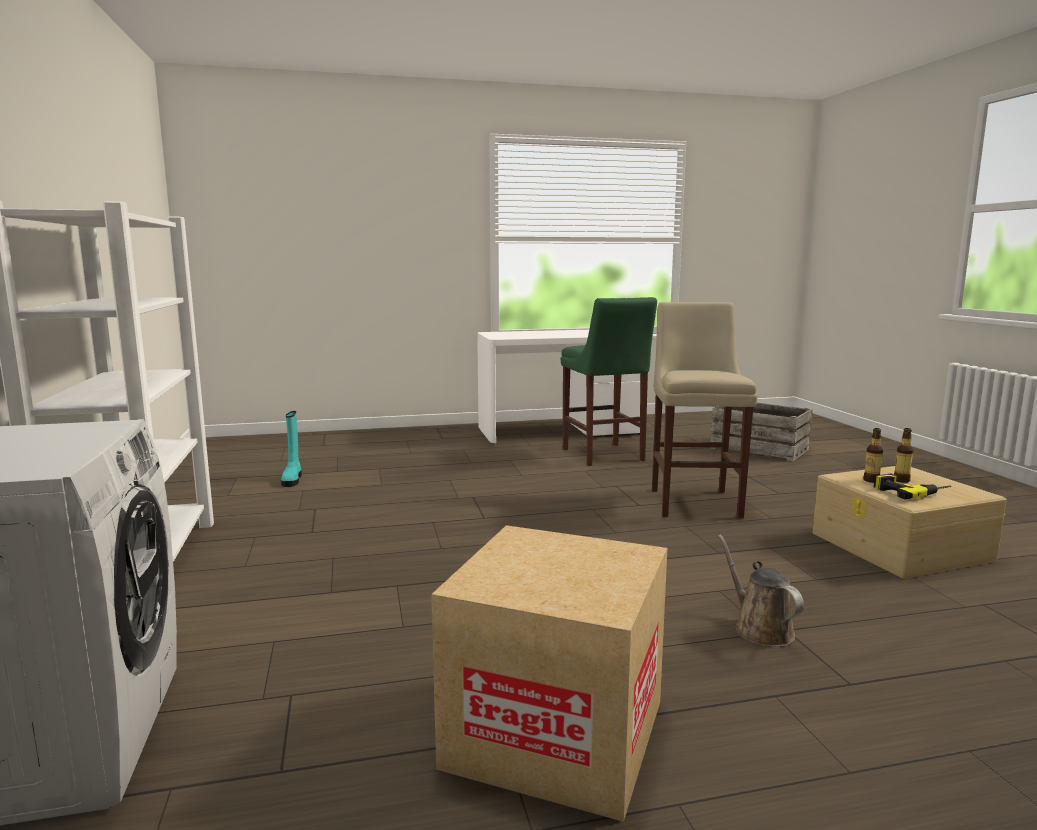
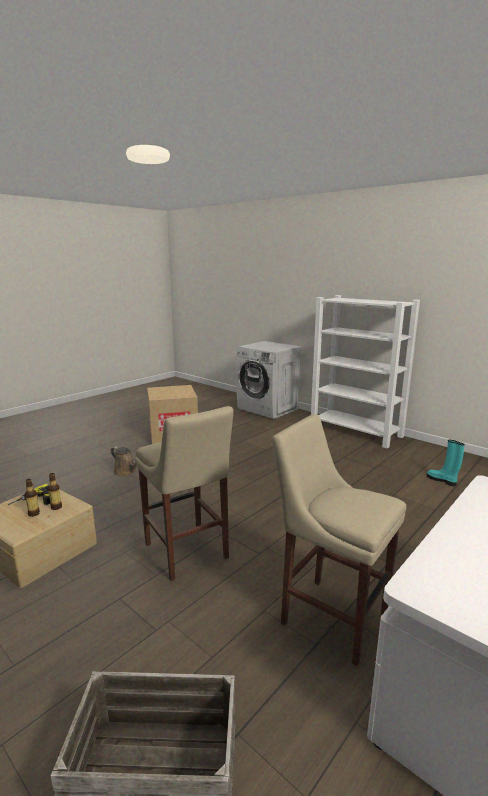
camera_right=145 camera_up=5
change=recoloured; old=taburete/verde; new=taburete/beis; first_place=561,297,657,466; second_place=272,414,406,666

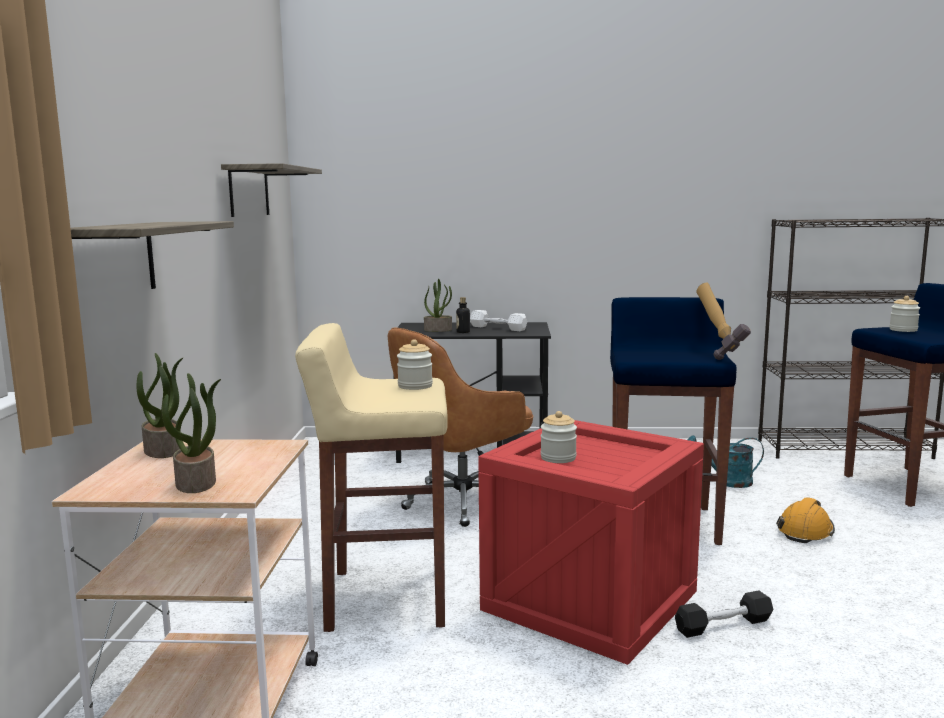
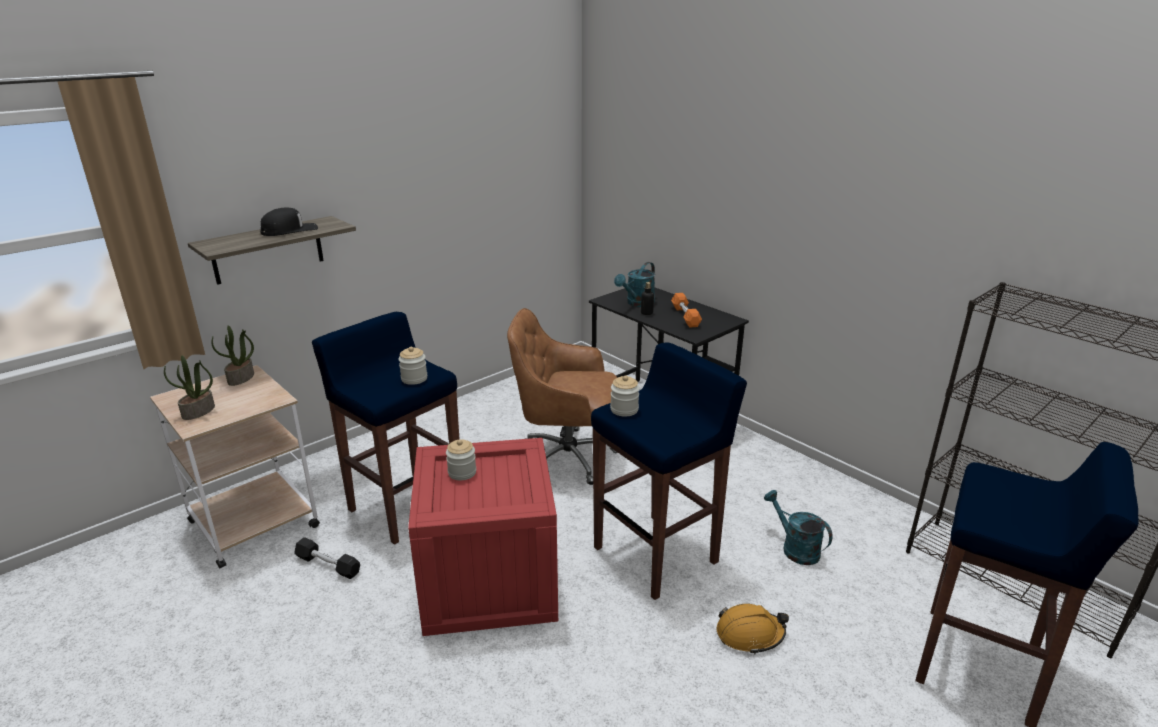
camera_right=45 camera_up=15
change=added; new=gorra/negro; second_place=260,208,318,236
change=moved; old=mancuerna/negro; first_place=675,590,773,638; second_place=294,537,360,579
change=recoloured; old=taburete/beis; new=taburete/azul; first_place=295,323,448,632; second_place=312,312,459,545
change=moved; old=tarro; first_place=889,296,920,332; second_place=610,375,640,416
change=replaced; old=planta en maceta; new=regadera/turquesa; first_place=424,279,452,332; second_place=614,262,655,307
change=recoloured; old=mancuerna/blanco; new=mancuerna/naranja; first_place=470,310,527,331; second_place=671,293,702,328
change=removed; old=estante; first_place=221,163,322,217
change=removed; old=martillo; first_place=696,283,751,360

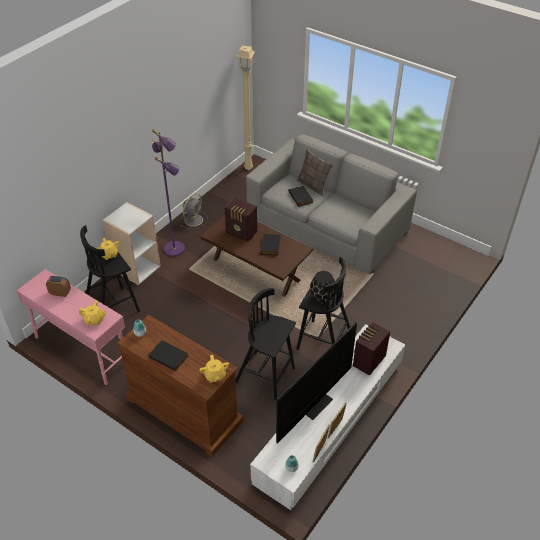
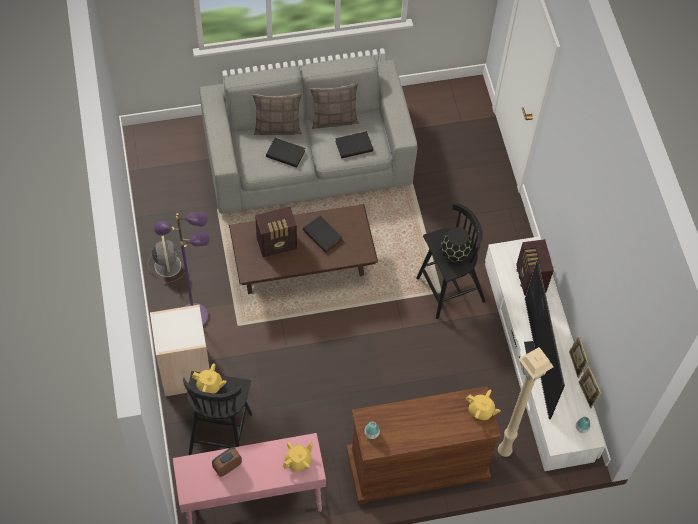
camera_right=-50 camera_up=15
change=added; new=cojín; second_place=310,83,359,129
change=moved; old=libro/negro; first_place=148,340,188,371; second_place=335,131,373,158
change=moved; old=lámpara de pie/beis; first_place=236,46,255,170; second_place=498,347,554,457
change=removed; old=taburete/negro; first_place=235,288,296,400

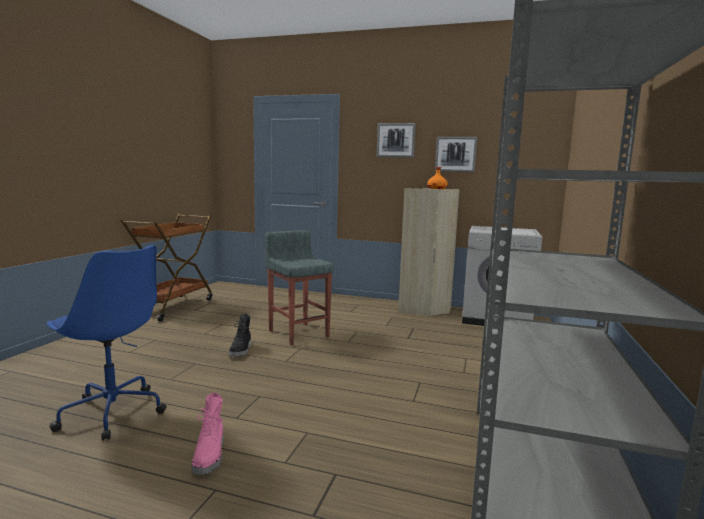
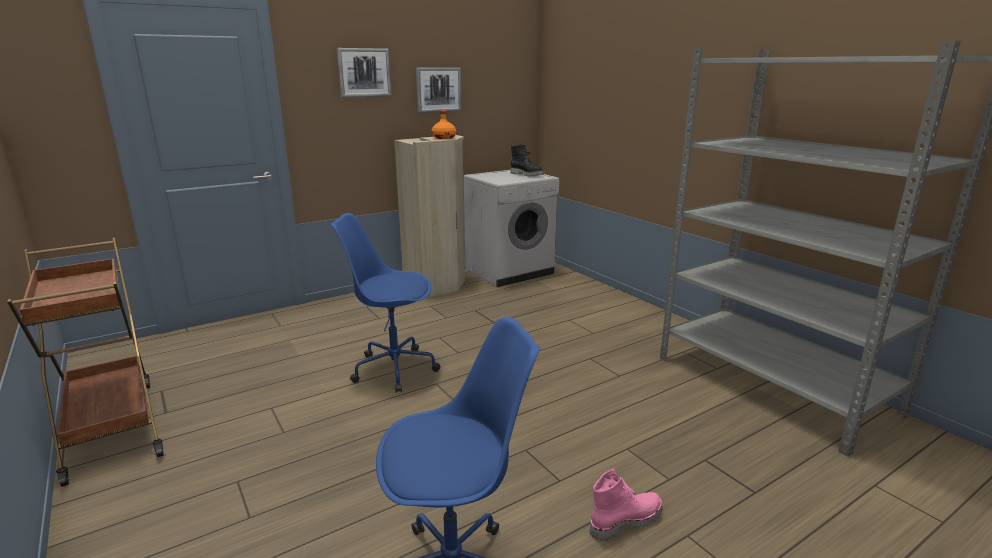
camera_right=-50 camera_up=10
change=replaced; old=taburete/gris; new=silla de oficina/azul; first_place=265,230,334,346; second_place=330,213,441,393
change=moved; old=bota/negro; first_place=229,314,251,356; second_place=511,144,544,177
change=turned; old=bota/rosa; first_place=192,393,223,475; second_place=590,469,663,541; degrees=-60

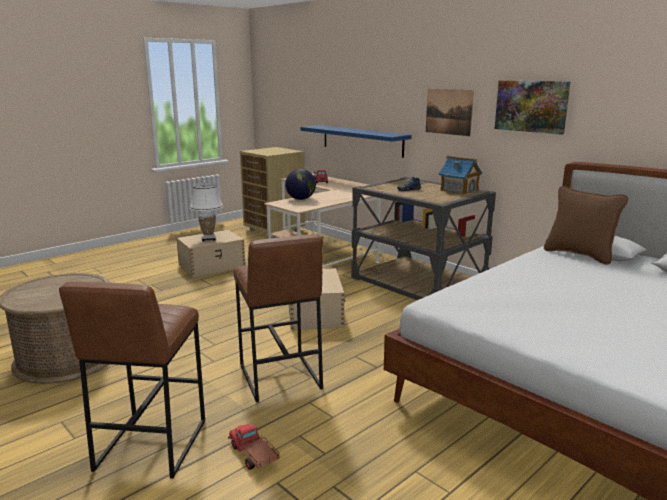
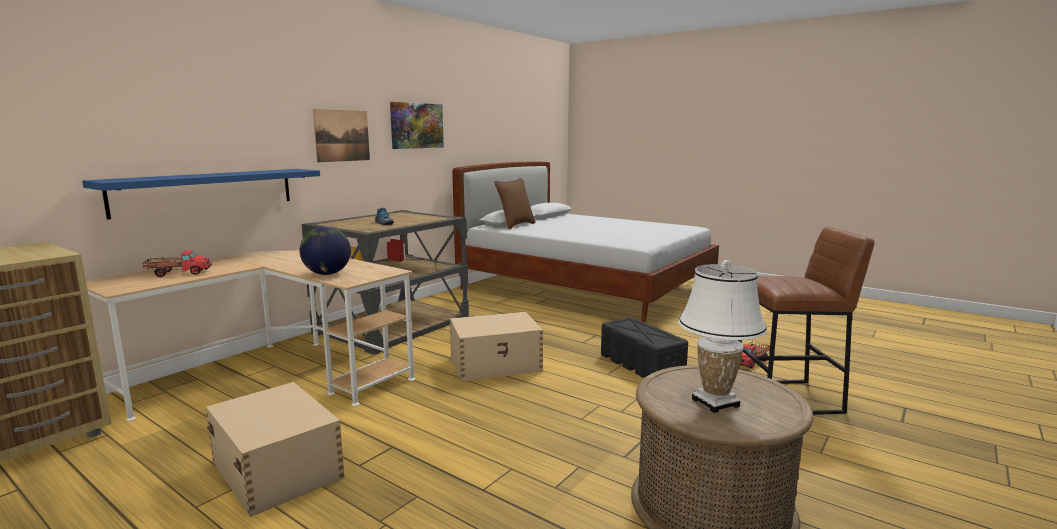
camera_right=-100 camera_up=-5
change=replaced; old=taburete/marrón; new=caja de almacenaje/negro; first_place=234,234,323,403; second_place=601,317,688,378
change=moved; old=lámpara de mesa/blanco; first_place=189,181,223,241; second_place=678,260,767,413
change=removed; old=casita; first_place=438,156,482,195

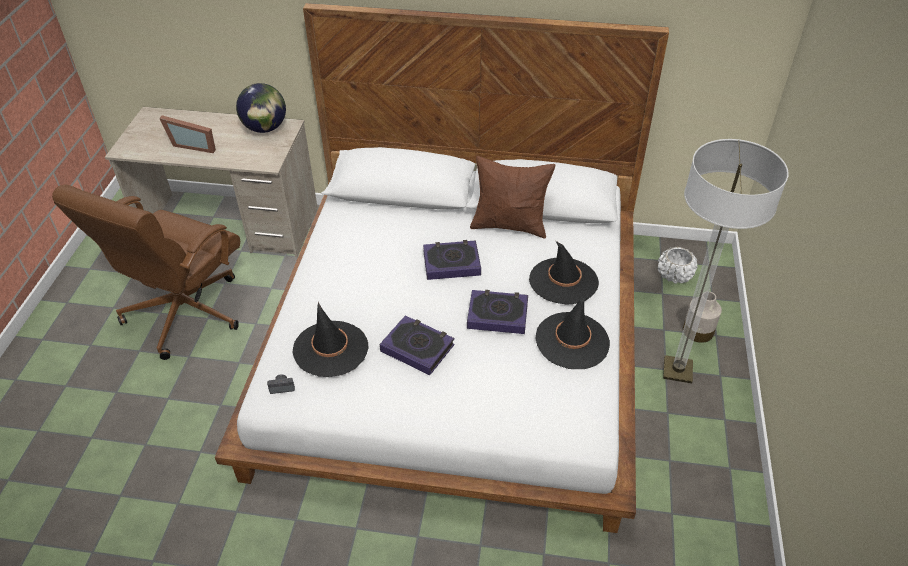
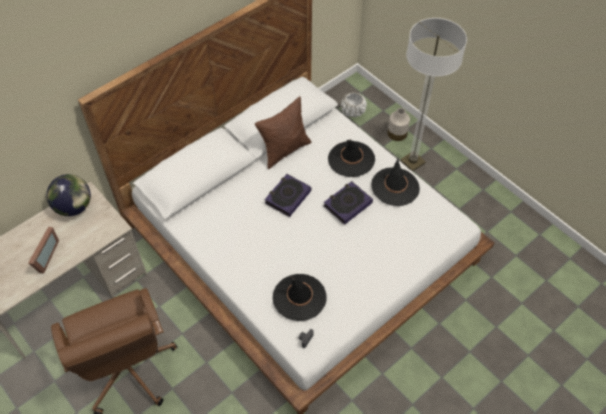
camera_right=-50 camera_up=10
change=turned; old=portarretratos; first_place=159,115,216,153; second_place=28,227,59,274; degrees=-45
change=removed; old=libro; first_place=380,316,455,375

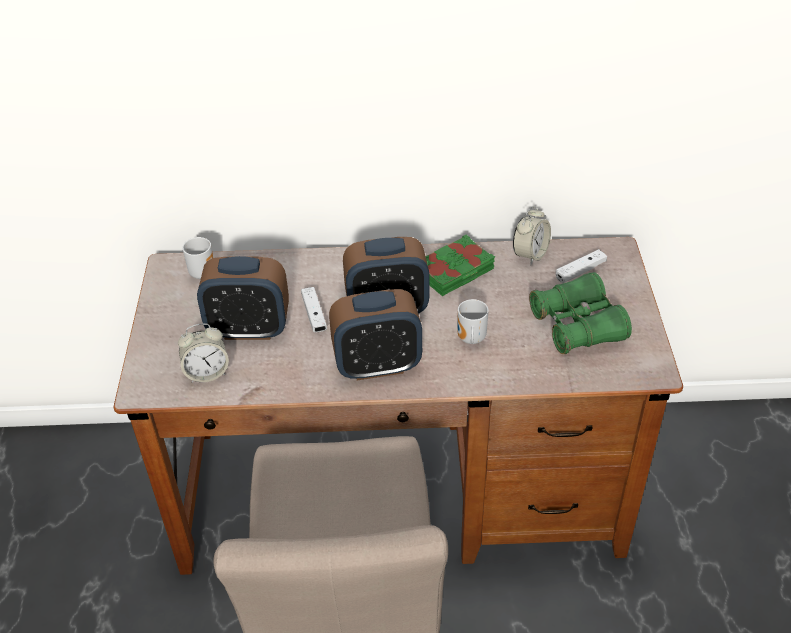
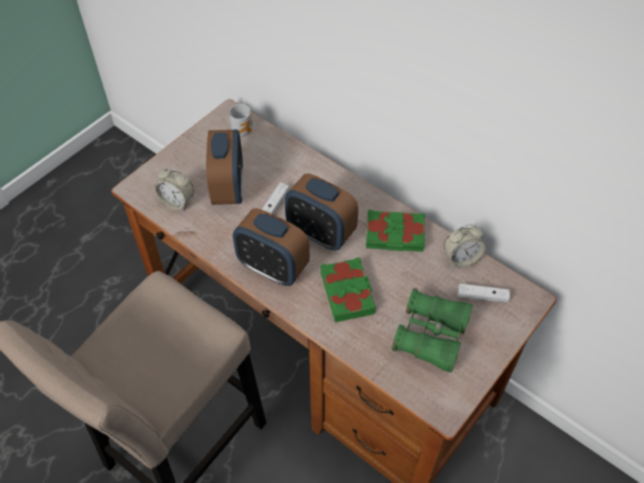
camera_right=40 camera_up=10
change=turned; old=despertador; first_place=197,256,289,340; second_place=206,130,243,205; degrees=-135
change=replaced; old=taza grande; new=libro/verde; first_place=458,299,489,344; second_place=320,257,376,322

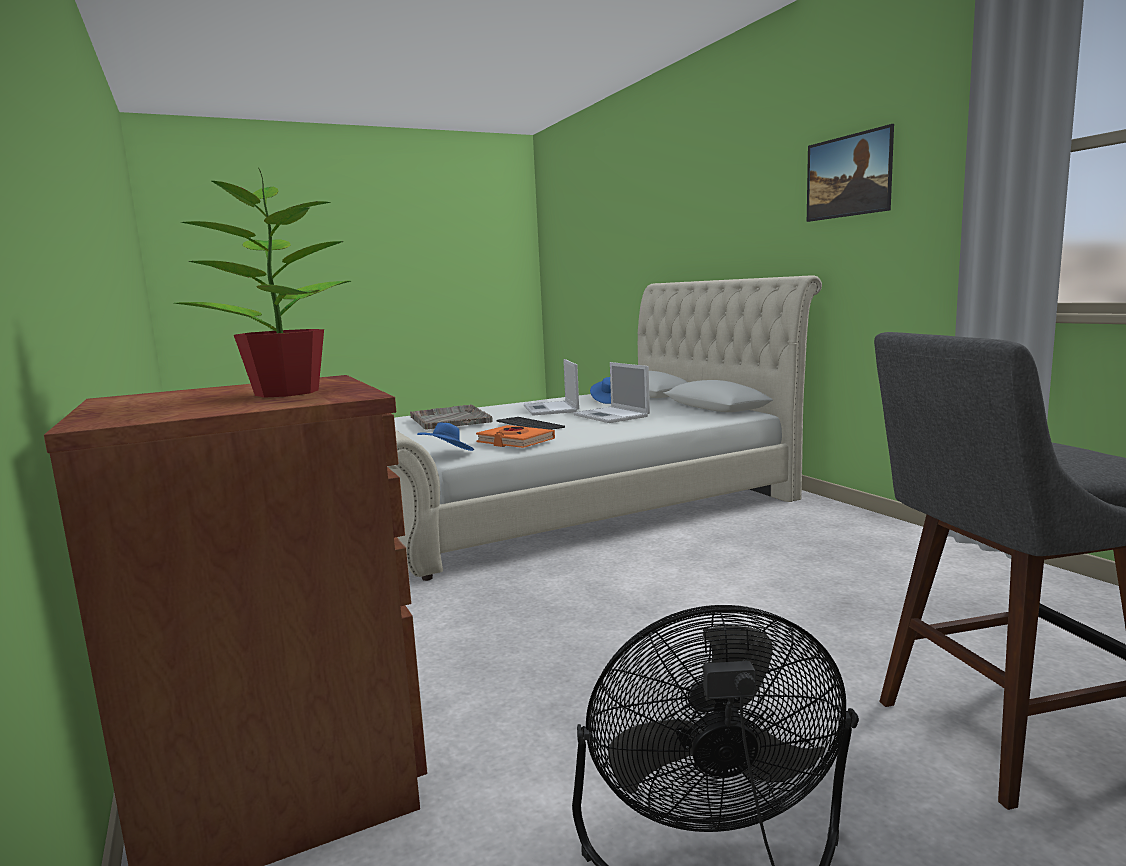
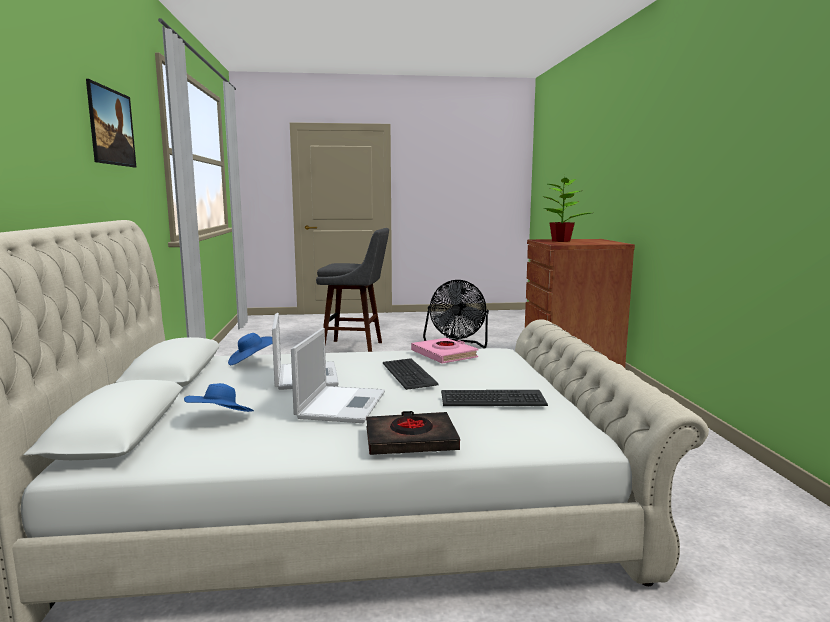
camera_right=-160 camera_up=0
change=moved; old=sombrero/azul; first_place=417,423,474,451; second_place=228,333,273,365
change=added; new=libro/negro; second_place=366,411,460,455
change=recoloured; old=libro/naranja; new=libro/rosa; first_place=476,425,555,448; second_place=411,338,478,363
change=replaced; old=bandeja/gris; new=teclado; first_place=410,404,492,430; second_place=441,390,548,406

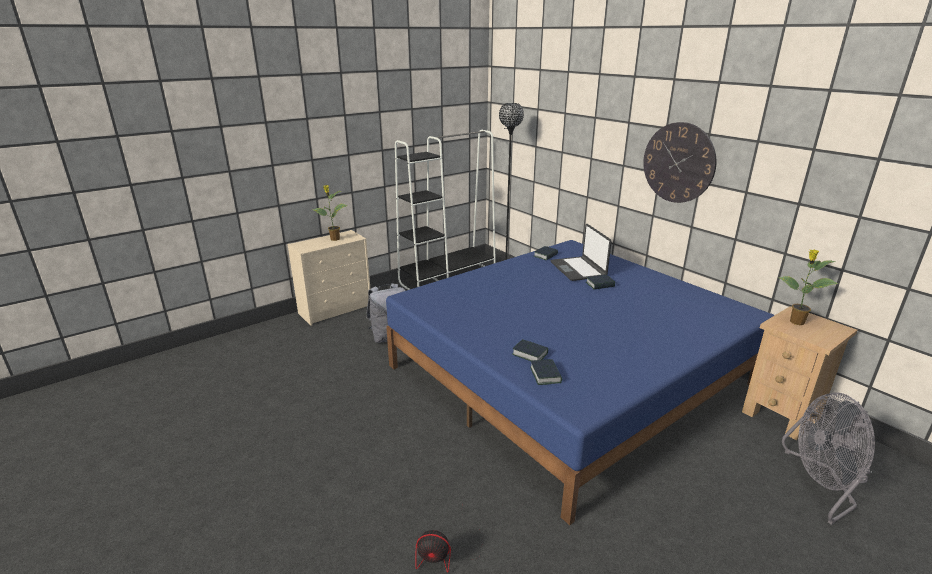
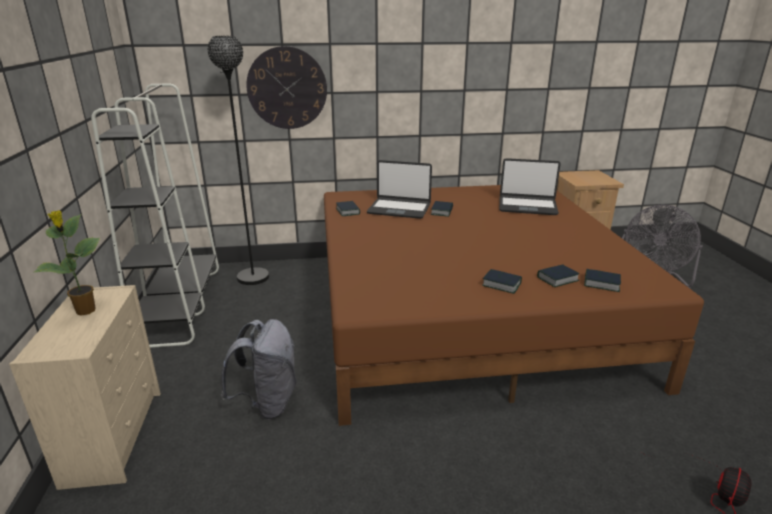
camera_right=-60 camera_up=0
change=moved; old=reloj de pared; first_place=643,122,716,203; second_place=246,46,327,129
change=recoloured; old=cama/azul; new=cama/marrón; first_place=386,240,775,525; second_place=324,185,704,426
change=added; new=libro; second_place=482,269,522,294
change=added; new=portátil; second_place=499,158,560,215
change=removed; old=planta en maceta; first_place=778,249,839,325

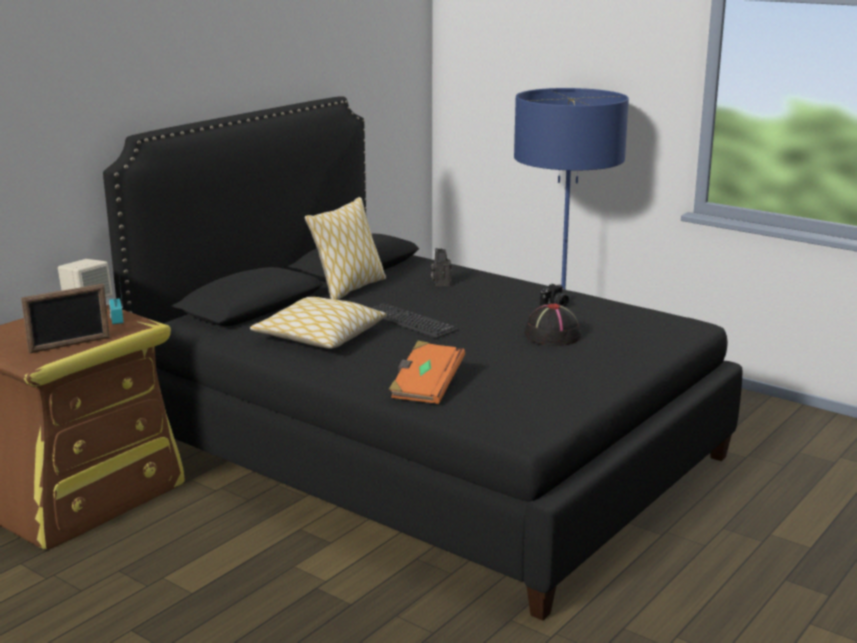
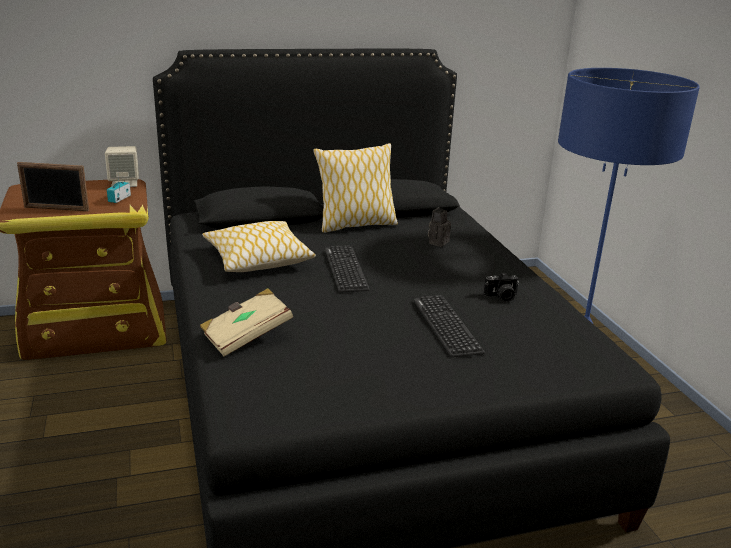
camera_right=35 camera_up=5
change=recoloured; old=libro/naranja; new=libro/beis; first_place=389,341,465,404; second_place=200,288,293,356
change=replaced; old=sombrero/negro; new=teclado; first_place=525,303,581,346; second_place=413,295,485,357

